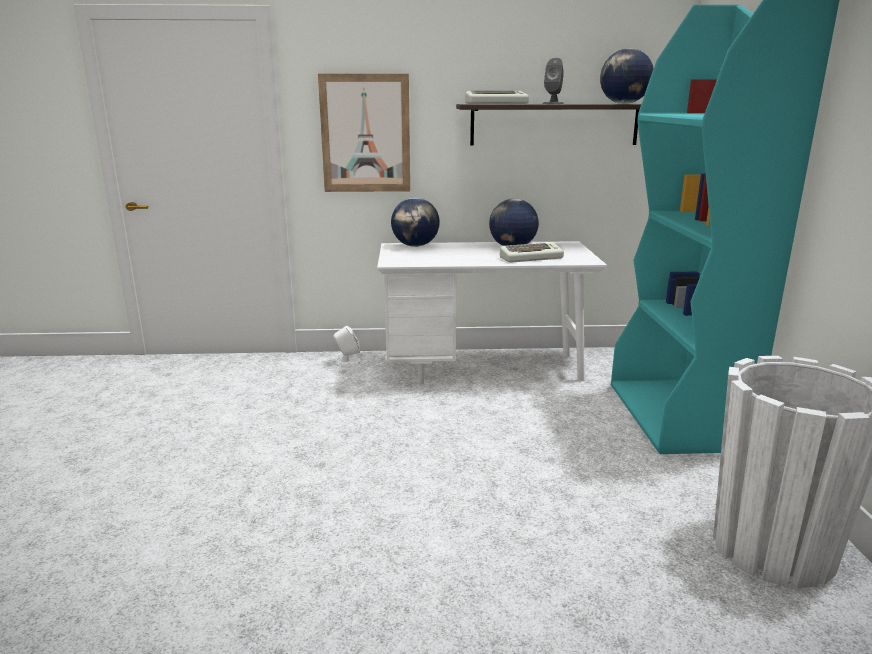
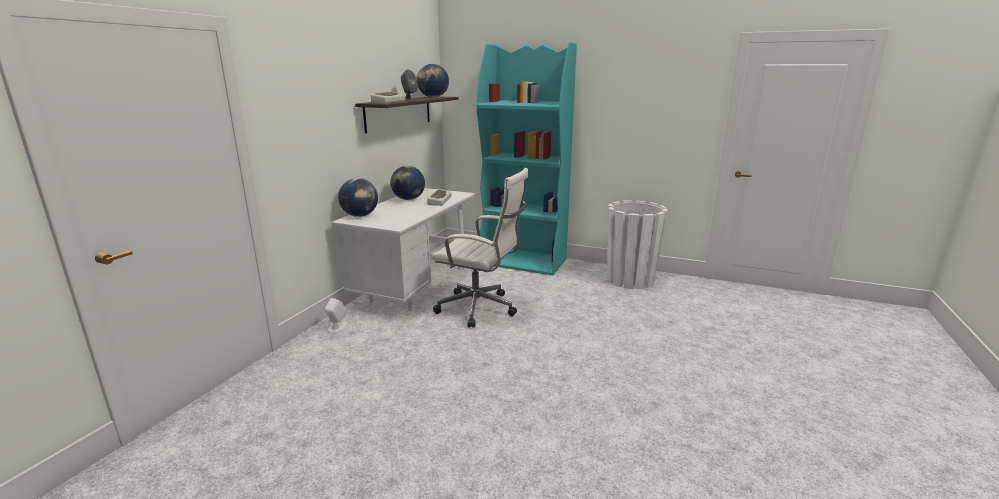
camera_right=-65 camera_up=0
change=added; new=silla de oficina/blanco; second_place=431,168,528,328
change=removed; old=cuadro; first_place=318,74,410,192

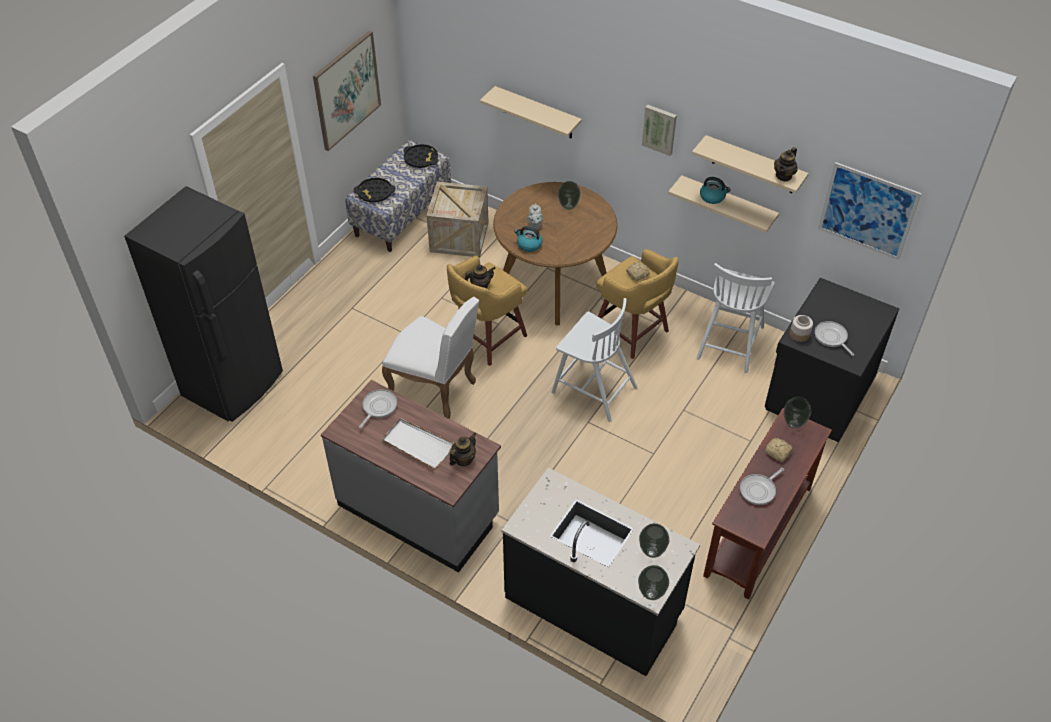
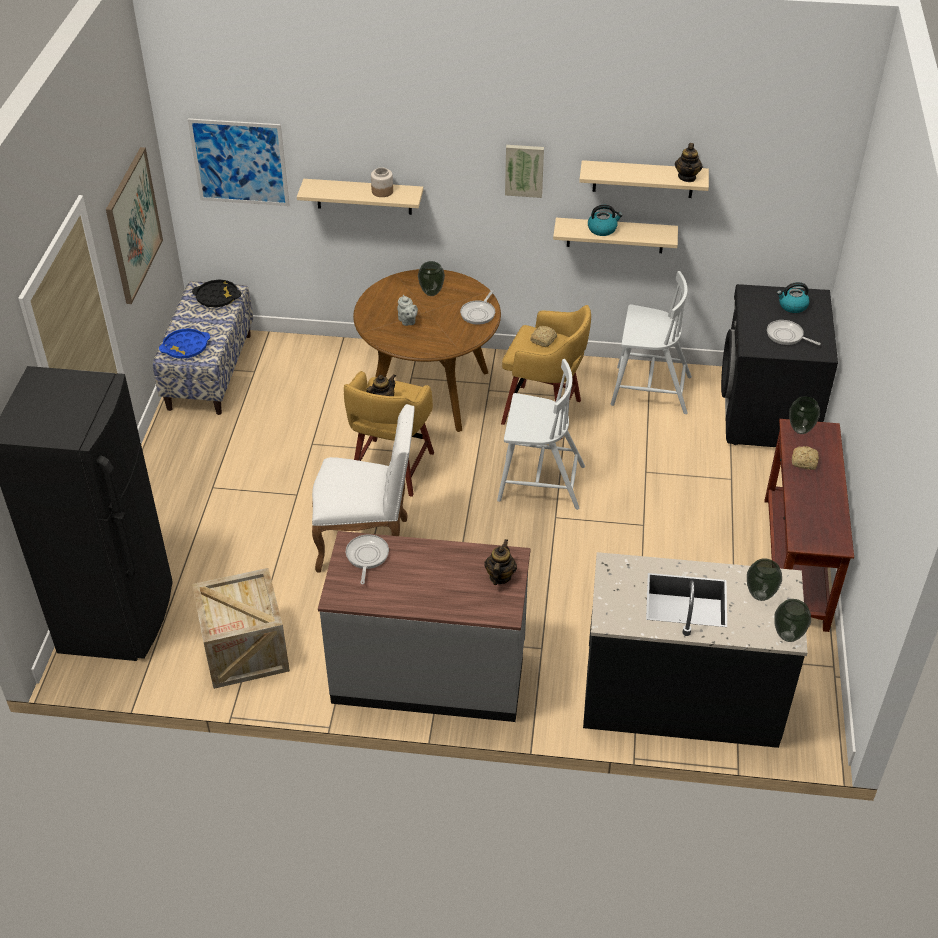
camera_right=-25 camera_up=-5
change=recoloured; old=bandeja/negro; new=bandeja/azul; first_place=354,178,396,203; second_place=159,328,210,359
change=moved; old=cuadro; first_place=818,162,921,260; second_place=188,118,289,206
change=moved; old=caja de embalaje; first_place=427,182,489,257; second_place=192,568,290,689
change=moved; old=tarro; first_place=790,315,813,342; second_place=371,167,393,197
change=moved; old=sartén; first_place=740,468,784,505; second_place=460,290,495,325
change=turned; old=silla/blanco; first_place=696,263,775,373; second_place=611,271,692,414; degrees=-75
change=moved; old=hervidor; first_place=514,226,542,252; second_place=777,282,810,313
change=removed; old=bandeja/blanco; first_place=382,418,454,468

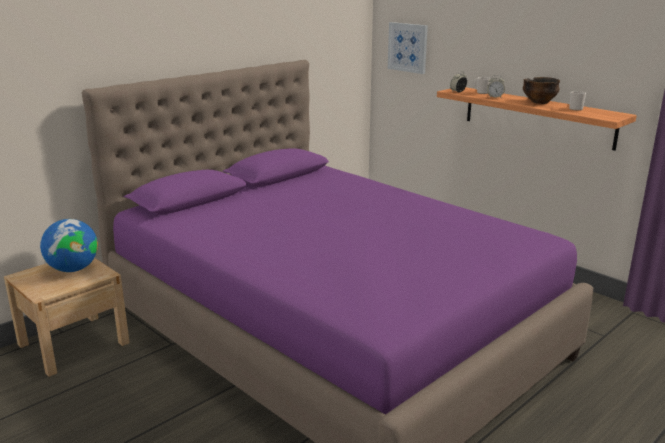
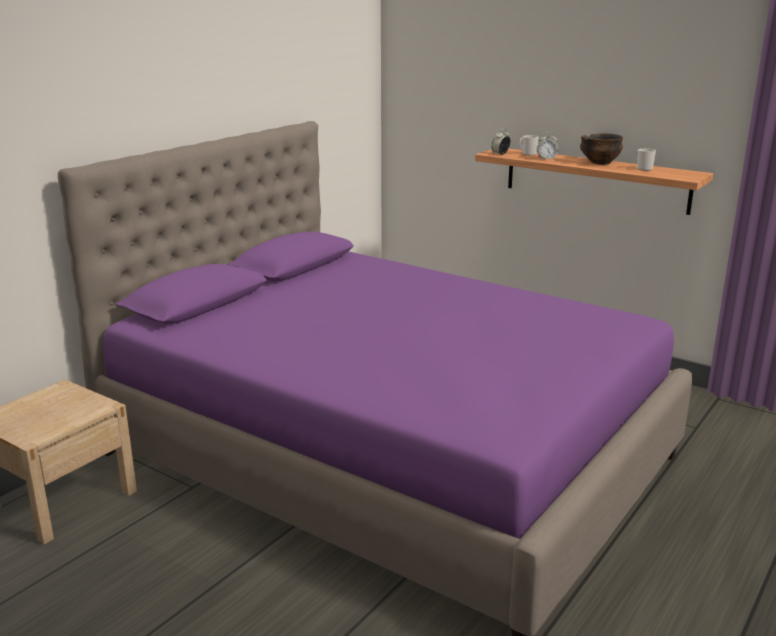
camera_right=-10 camera_up=0
change=removed; old=globo terráqueo; first_place=40,219,98,272
change=removed; old=cuadro; first_place=388,22,428,74

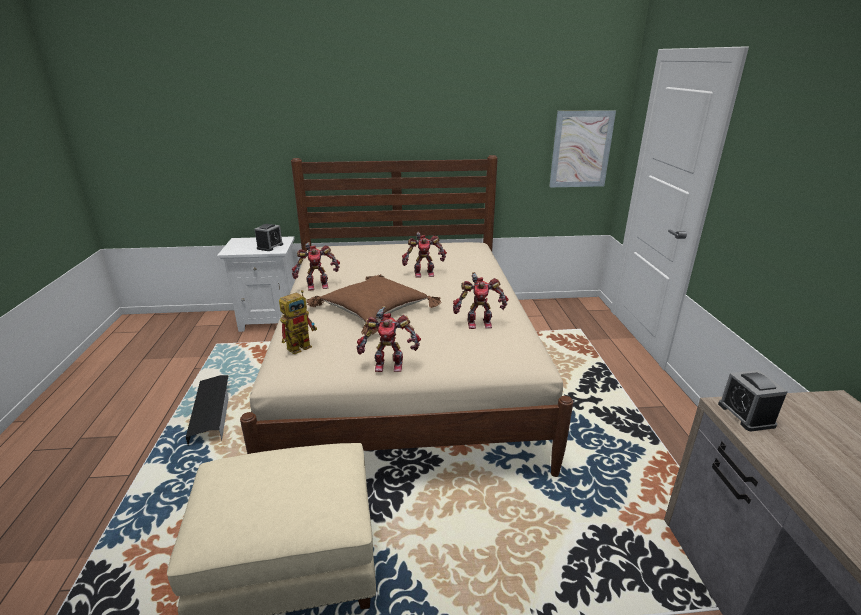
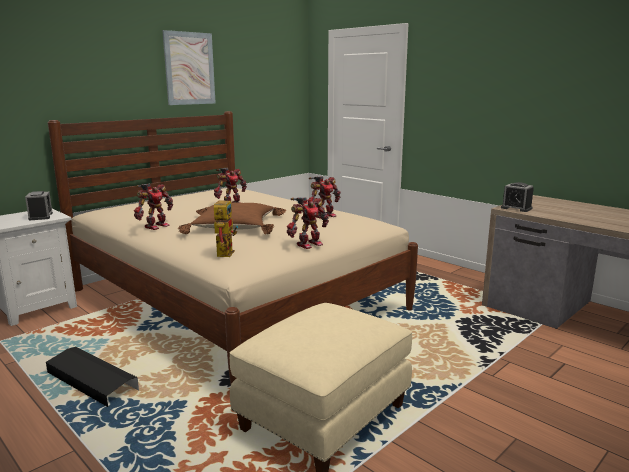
camera_right=-40 camera_up=-10
change=moved; old=cuadro; first_place=549,110,616,187; second_place=162,30,216,105

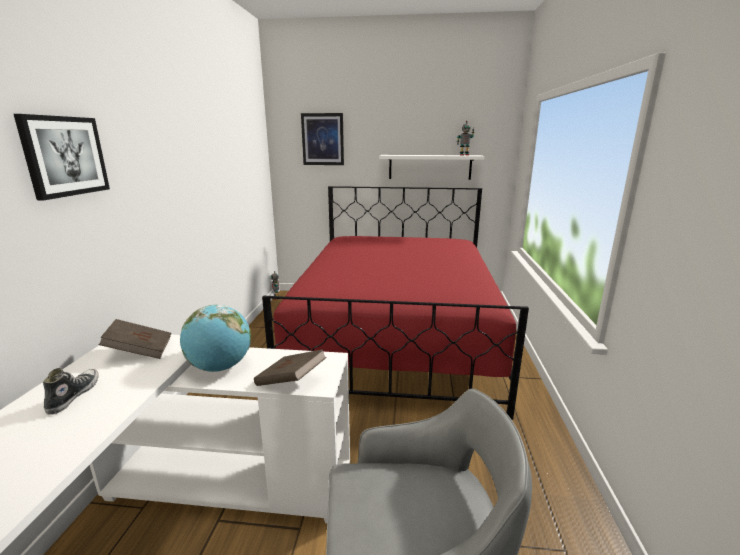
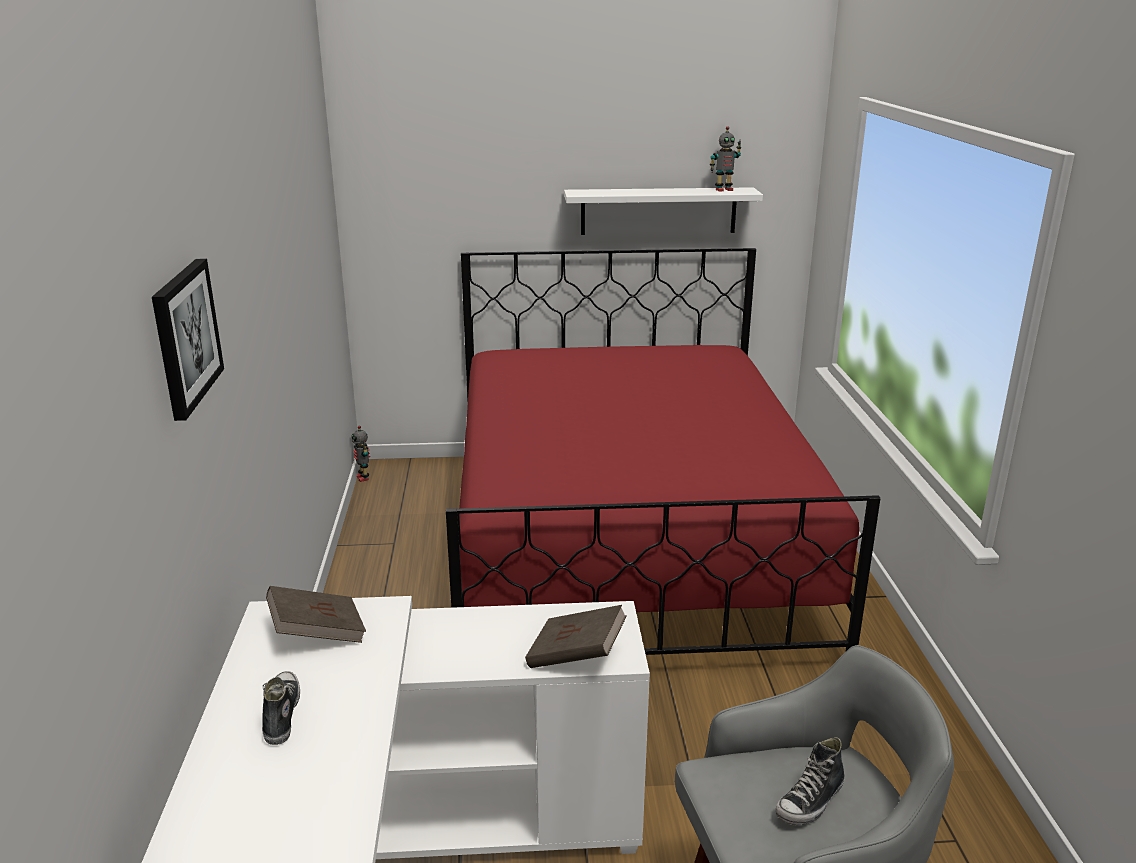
camera_right=-10 camera_up=5
change=added; new=zapato; second_place=775,737,845,825
change=removed; old=globo terráqueo; first_place=180,305,251,372
change=removed; old=cuadro; first_place=301,113,344,165

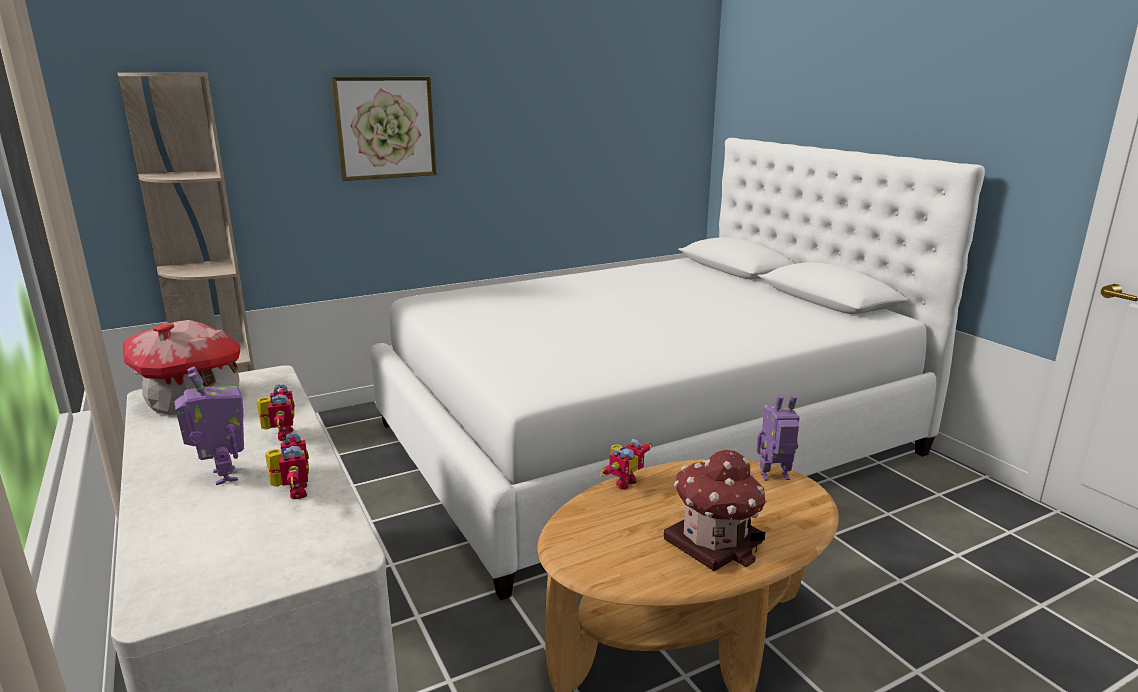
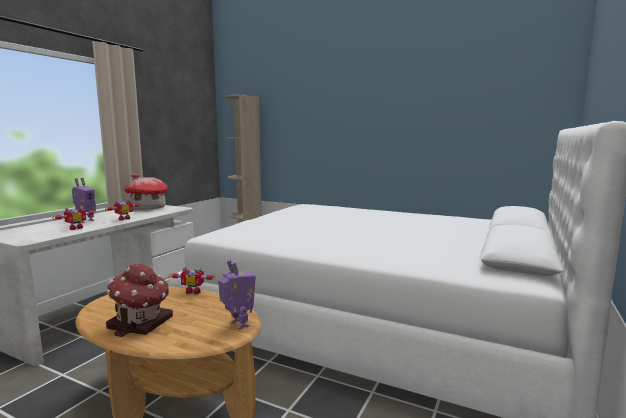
camera_right=55 camera_up=-10
change=removed; old=cuadro; first_place=331,77,436,181

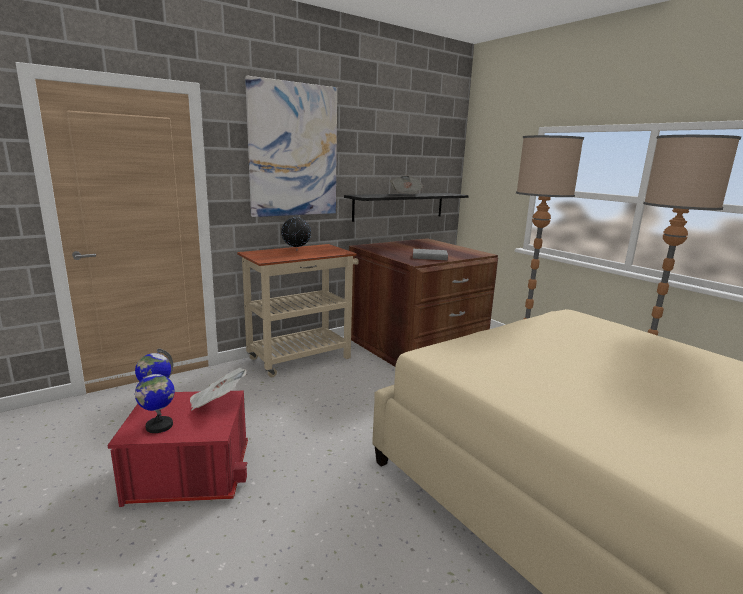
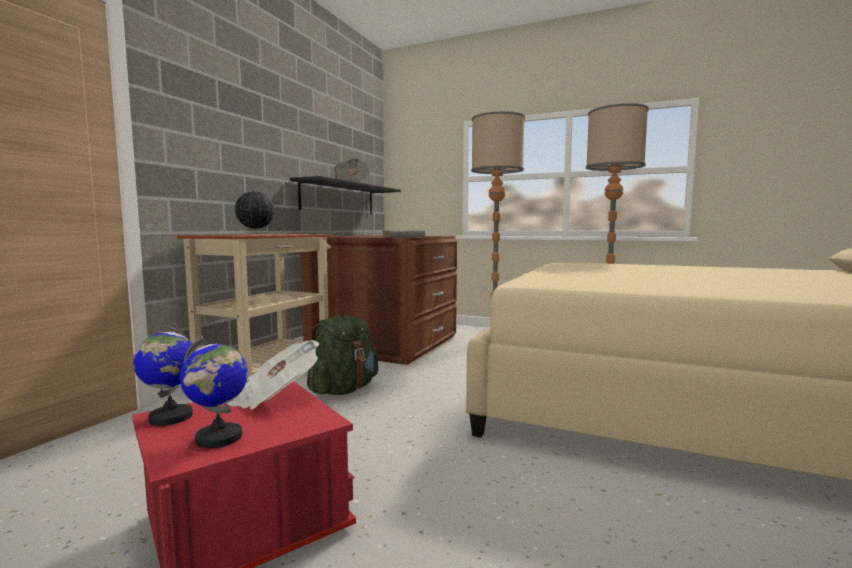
camera_right=-30 camera_up=-10
change=added; new=mochila/verde; second_place=307,315,378,395
change=removed; old=cuadro; first_place=245,76,337,217

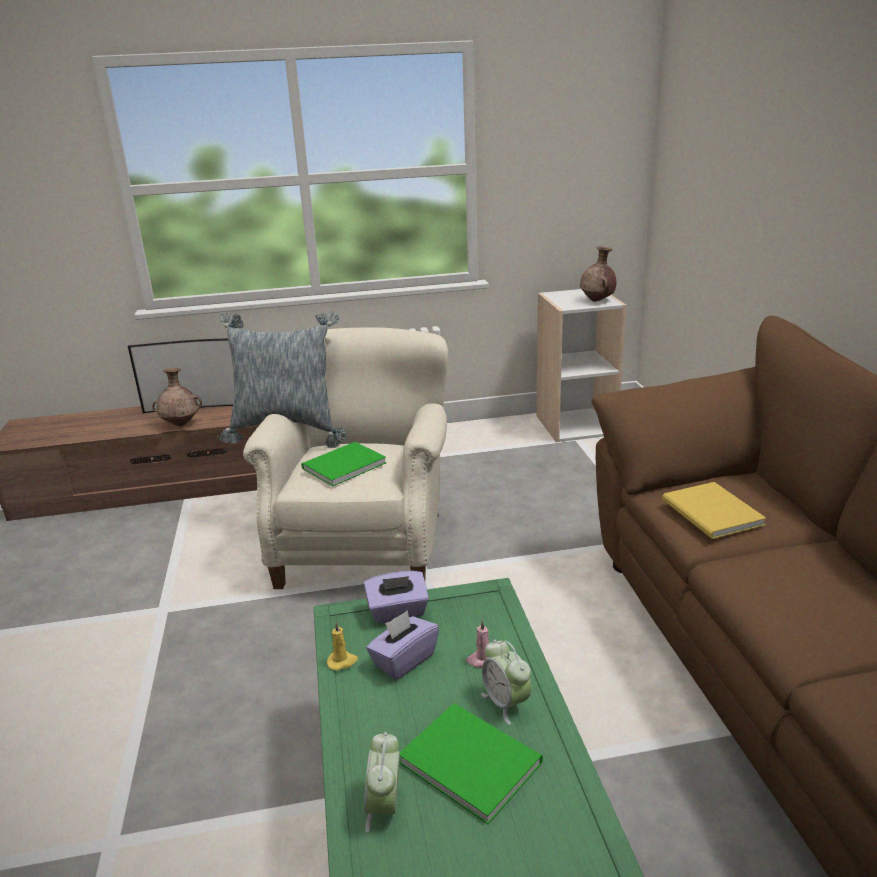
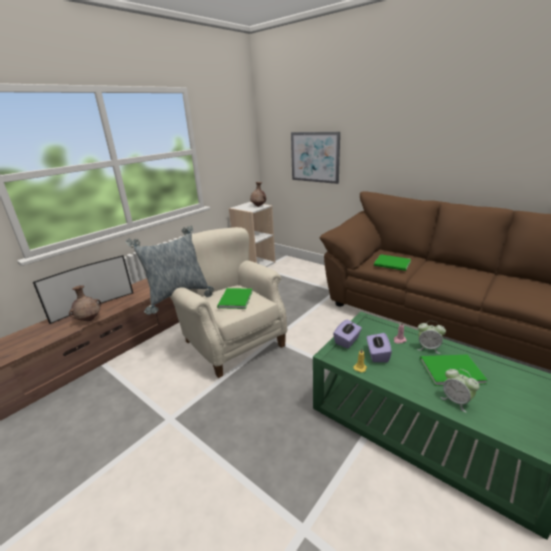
camera_right=-40 camera_up=0
change=added; new=cuadro; second_place=291,132,340,184
change=recoloured; old=libro/amarillo; new=libro/verde; first_place=662,482,766,539; second_place=374,254,411,271

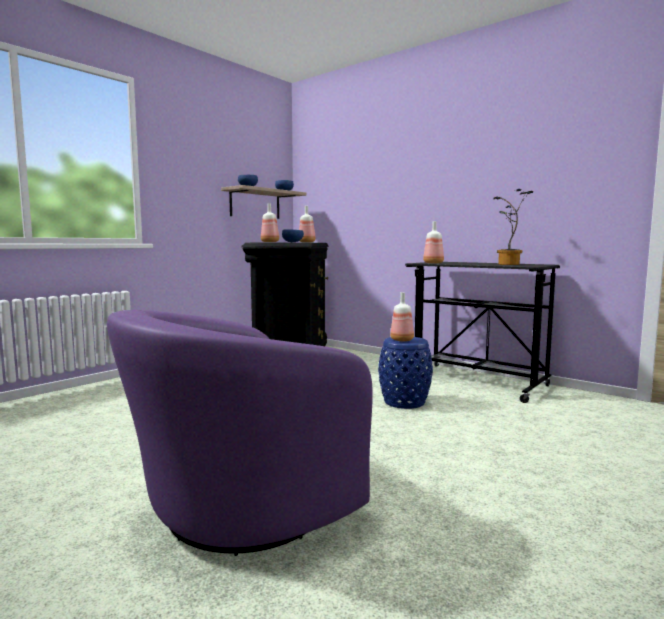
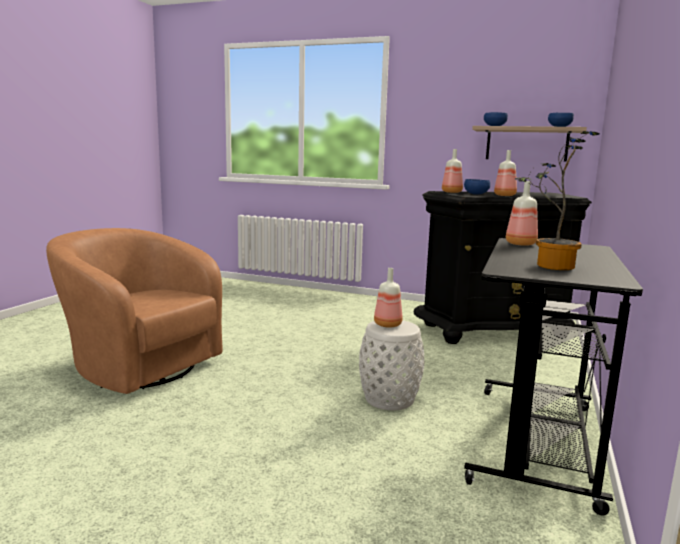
camera_right=70 camera_up=5
change=recoloured; old=sillón/morado; new=sillón/marrón; first_place=107,310,373,556; second_place=46,228,222,394
change=recoloured; old=taburete/azul; new=taburete/blanco; first_place=378,337,433,409; second_place=359,320,425,410

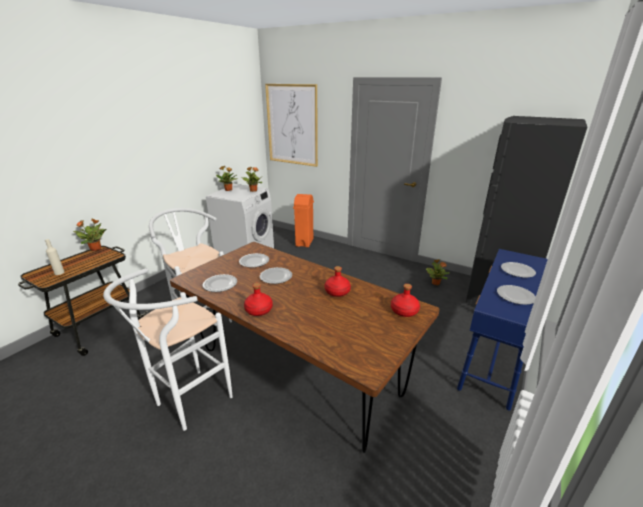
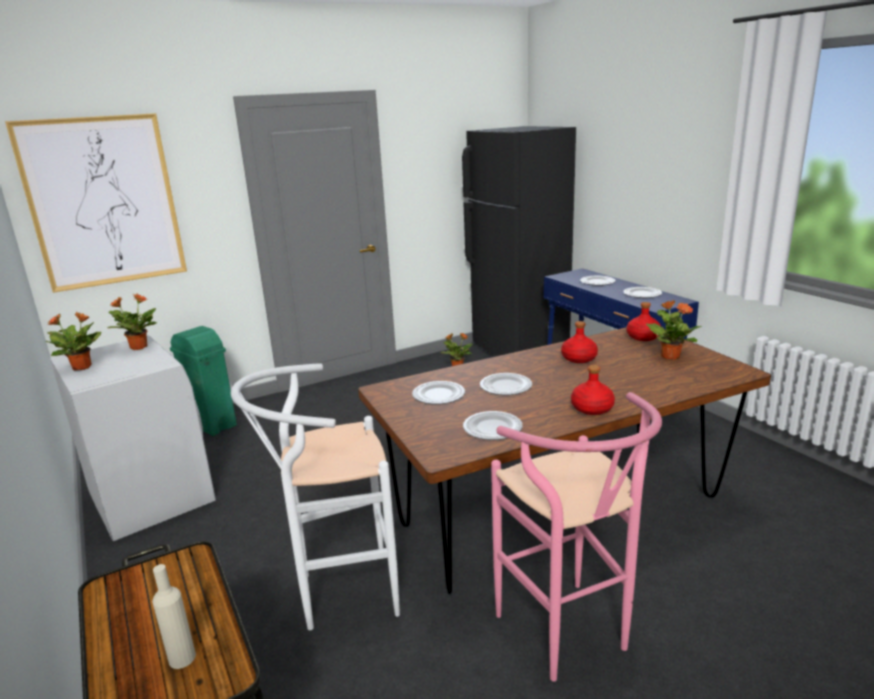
camera_right=-60 camera_up=-5
change=recoloured; old=papelera/naranja; new=papelera/verde; first_place=293,194,314,247; second_place=170,326,237,436
change=recoloured; old=taburete/blanco; new=taburete/rosa; first_place=103,268,233,431; second_place=491,392,662,682
change=moved; old=planta en maceta; first_place=73,218,106,251; second_place=646,300,702,359

